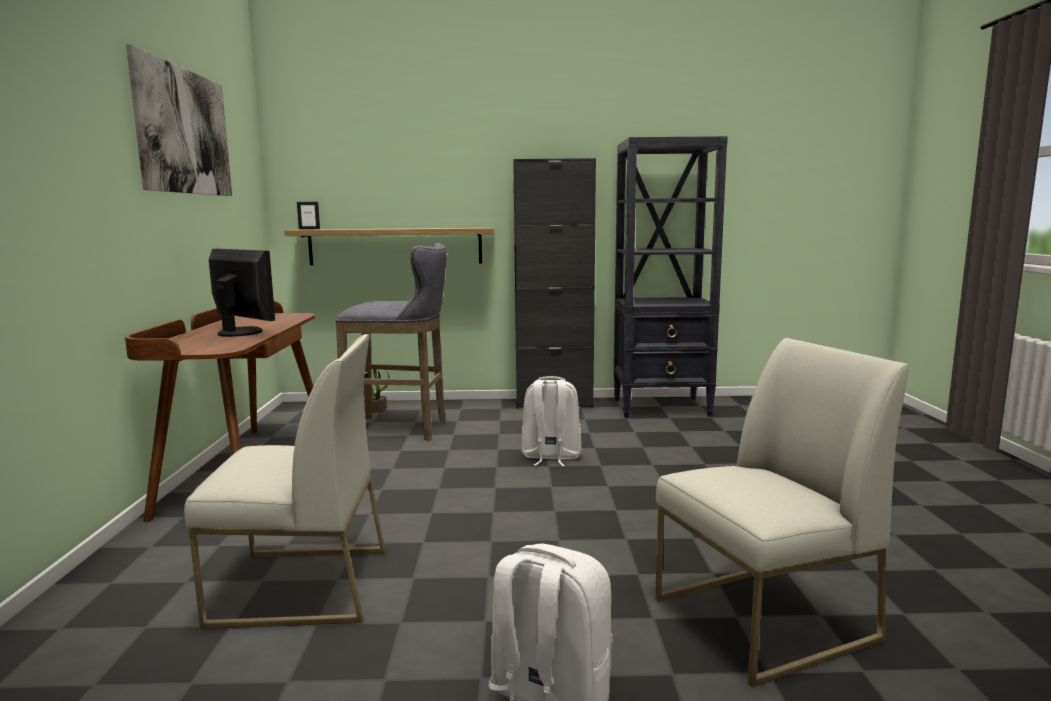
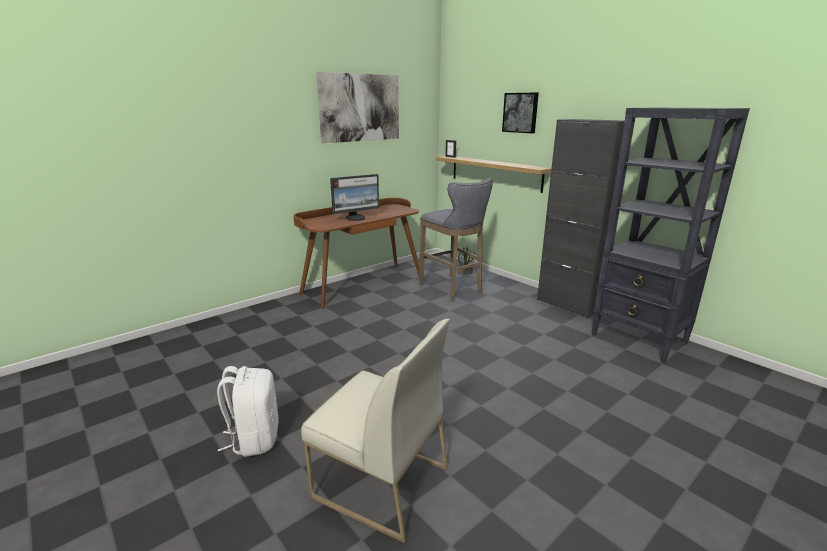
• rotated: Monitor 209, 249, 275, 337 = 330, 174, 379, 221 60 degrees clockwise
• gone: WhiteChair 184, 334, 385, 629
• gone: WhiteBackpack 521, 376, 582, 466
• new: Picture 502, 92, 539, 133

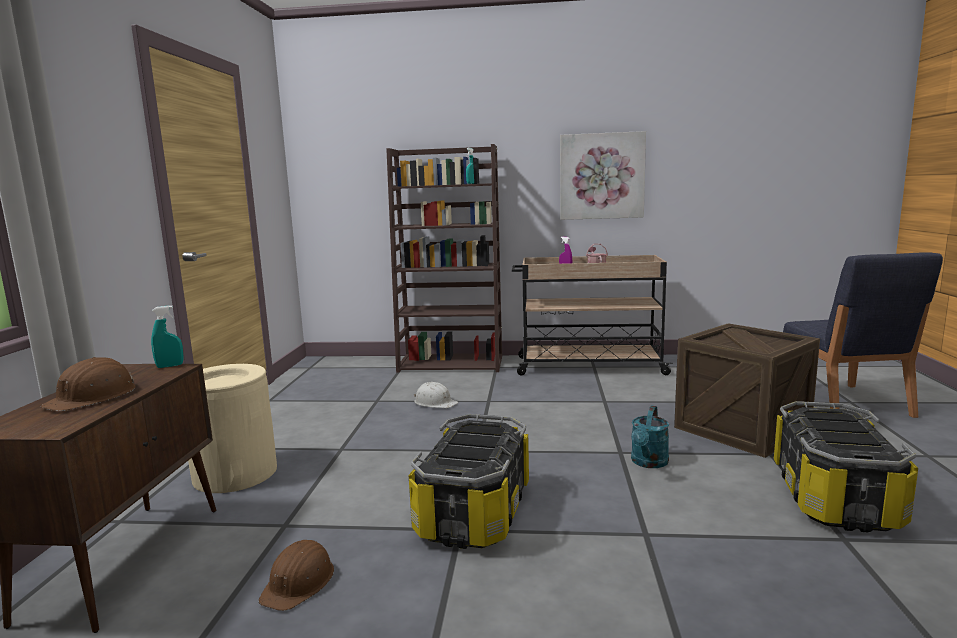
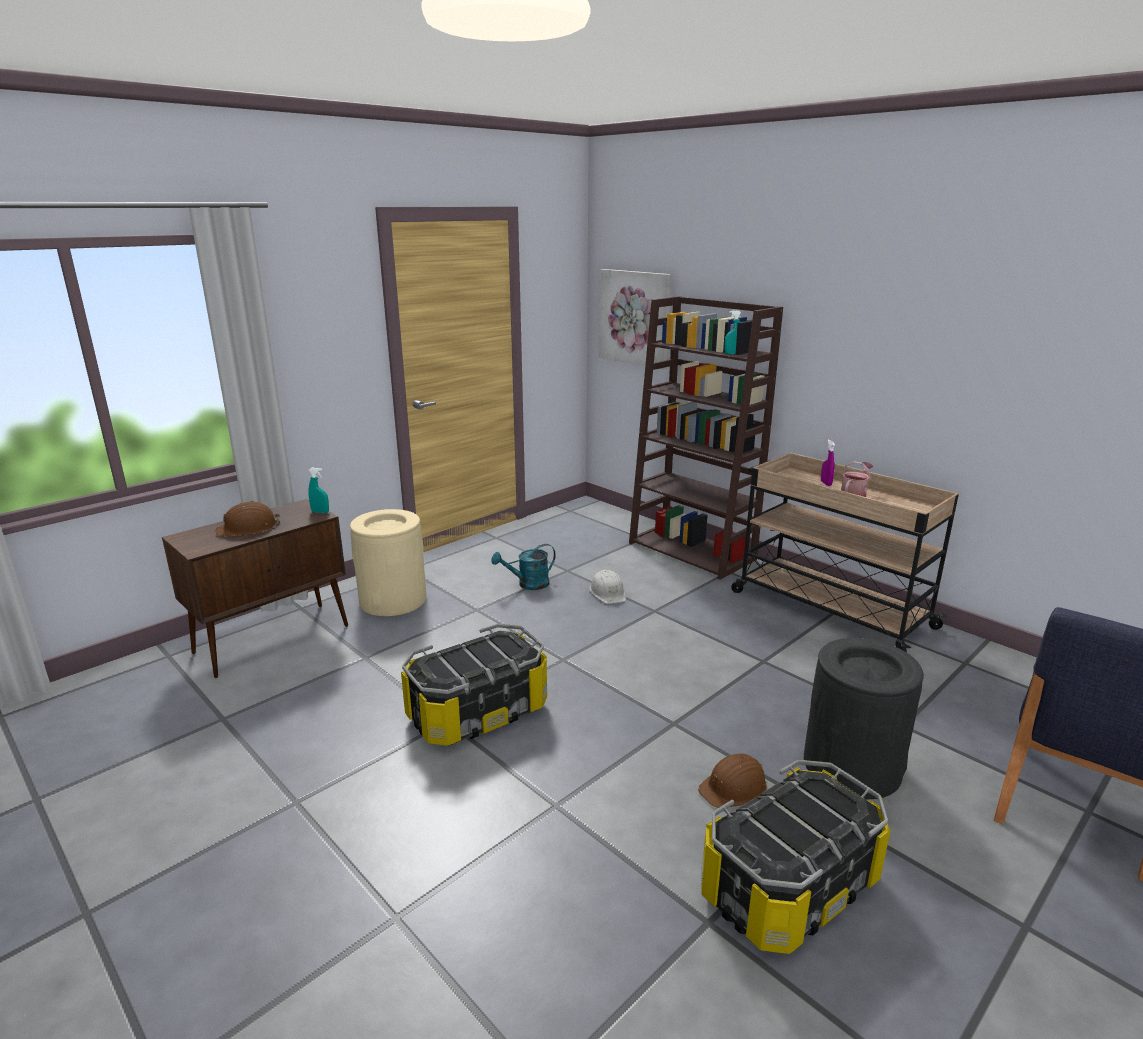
• shifted: Picture 560, 131, 646, 220 to 599, 269, 672, 369
• swapped: Crate 674, 323, 820, 458 to BlackTrashCan 804, 638, 924, 799
• shifted: TurquoiseWateringCan 631, 406, 669, 468 to 491, 544, 556, 590
• shifted: BrownHardHat 259, 540, 334, 611 to 698, 753, 767, 808

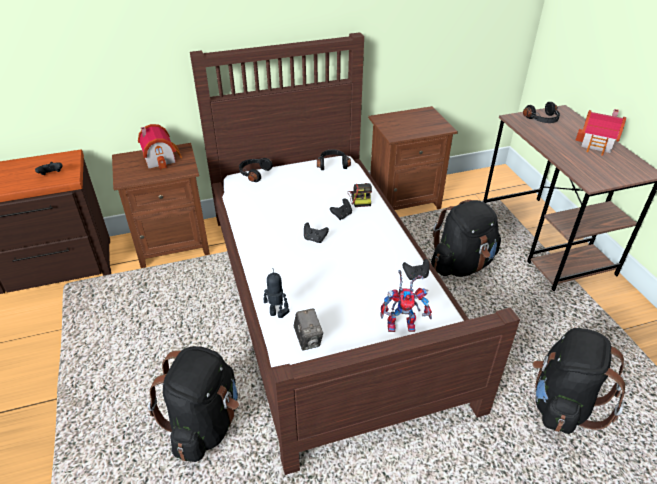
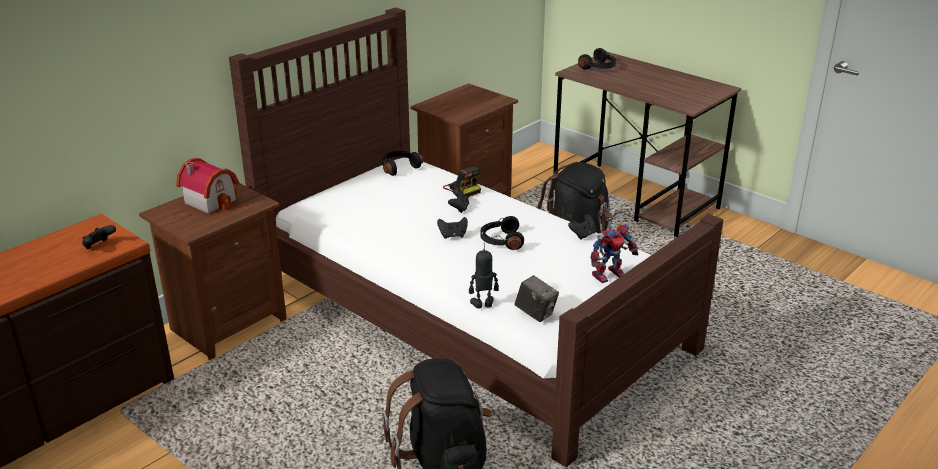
• gone: ToyHouse 575, 109, 626, 155
• shifted: BlackHeadphones 239, 158, 273, 182 to 480, 216, 524, 250
• gone: BlackBackpack 533, 328, 625, 434

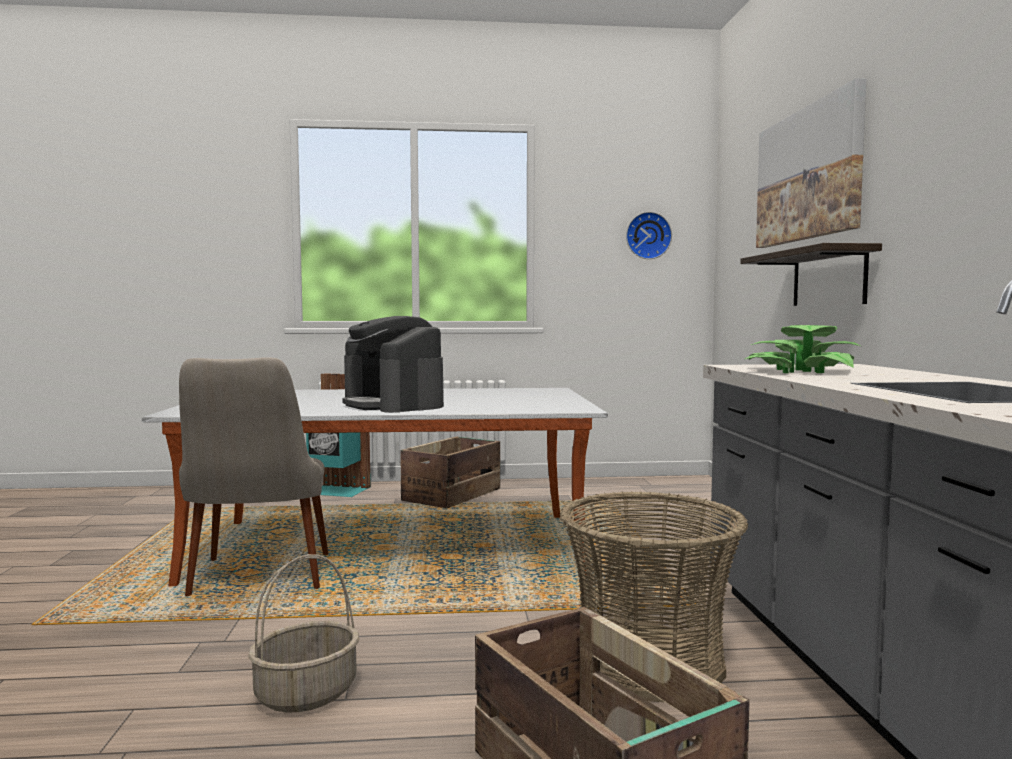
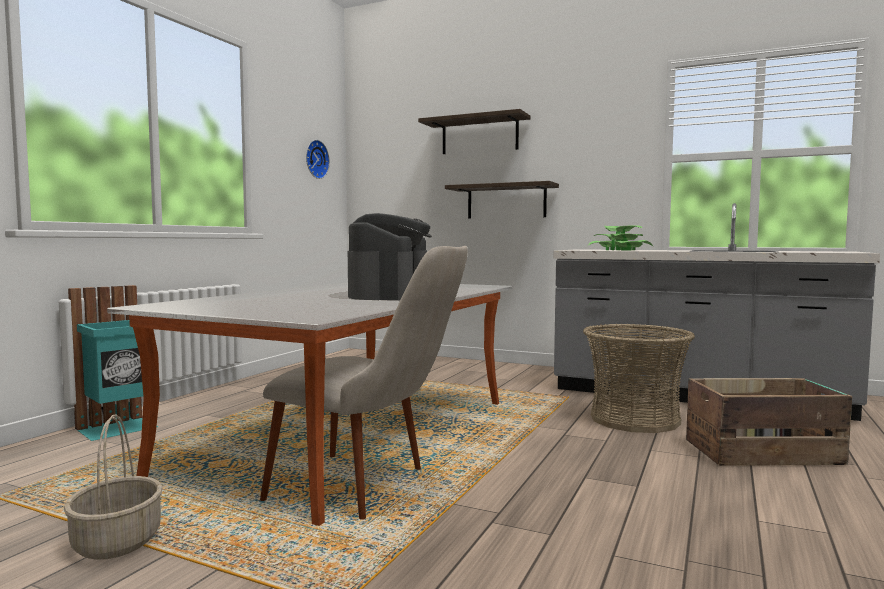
• swapped: Picture 756, 78, 866, 248 to Shelf 418, 109, 531, 154
• rotated: CoffeeMachine 342, 316, 444, 412 = 348, 213, 432, 300 75 degrees counterclockwise
• gone: Crate 400, 437, 500, 508
• shifted: Basket 248, 554, 359, 712 to 64, 415, 163, 560

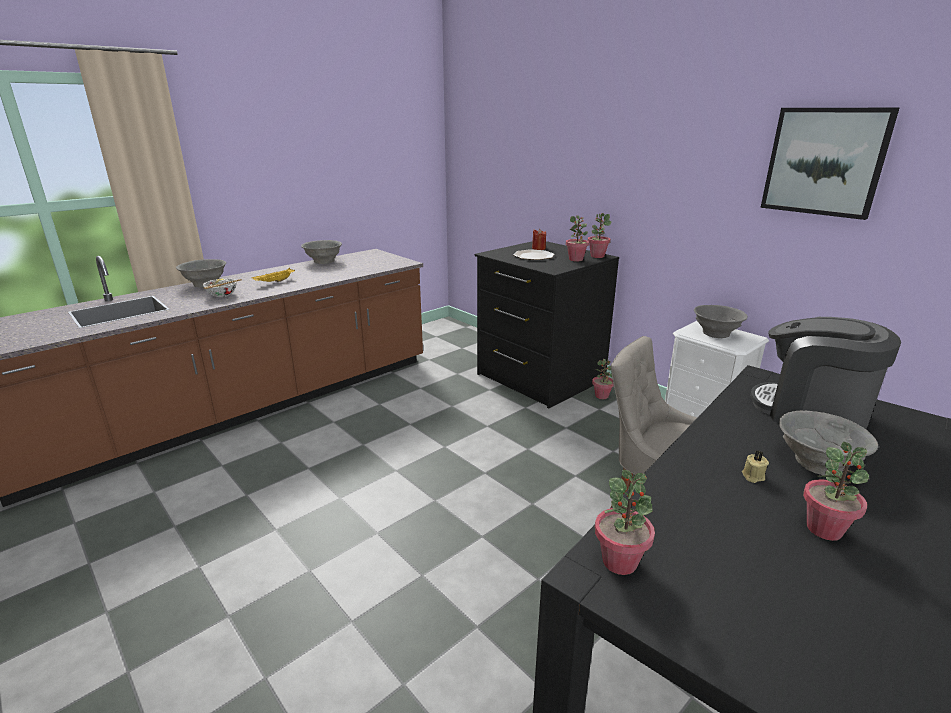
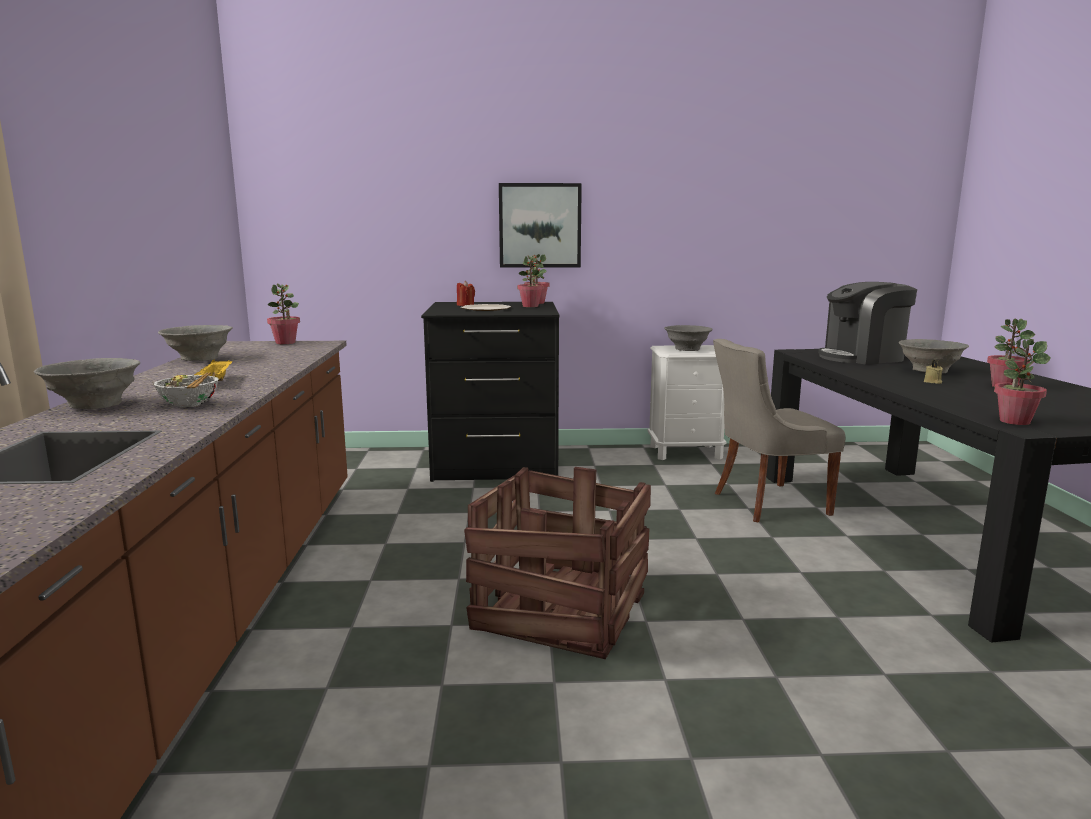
• shifted: Picture 760, 108, 899, 220 to 499, 183, 582, 268
• shifted: PottedPlant 592, 359, 614, 399 to 267, 284, 300, 344
• new: Crate 464, 467, 651, 659

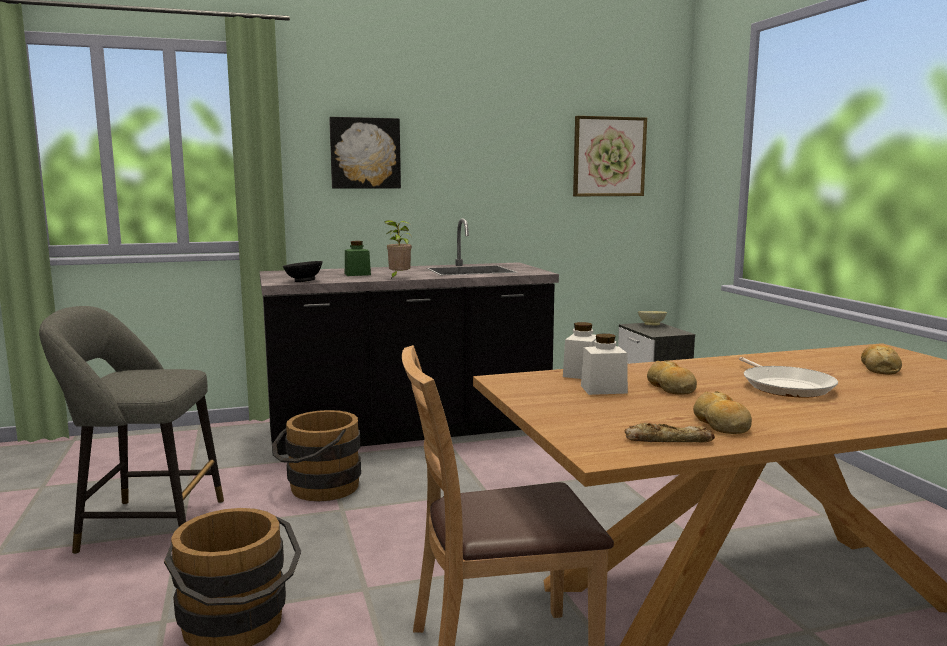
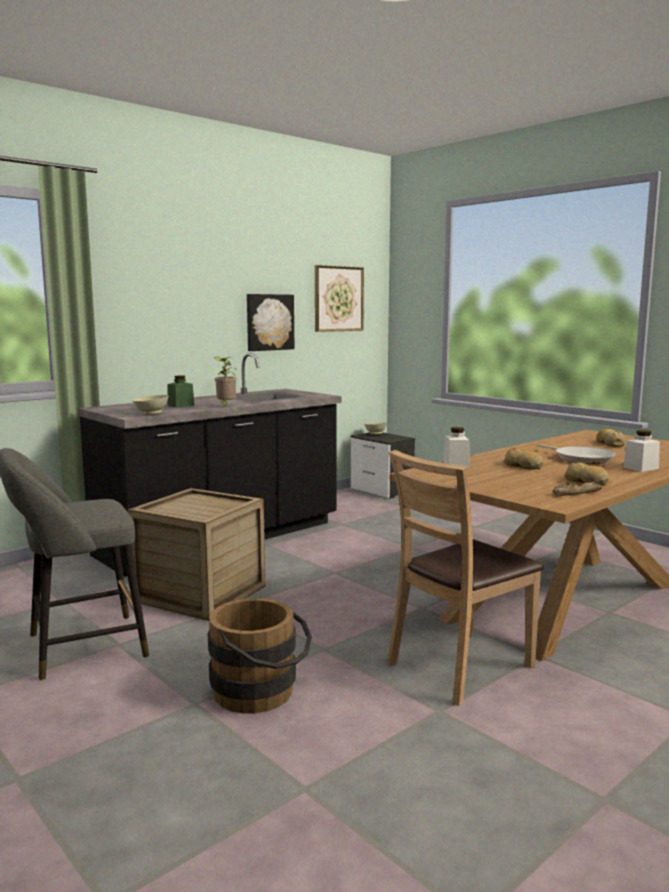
• shifted: Picture 329, 117, 401, 189 to 247, 294, 294, 351
• repainted: BlackBowl 283, 261, 323, 282 to BeigeBowl 132, 395, 169, 415
• shifted: WhiteJar 581, 333, 628, 395 to 623, 430, 660, 472
• swapped: BrownBucket 272, 410, 361, 501 to Crate 127, 488, 265, 621

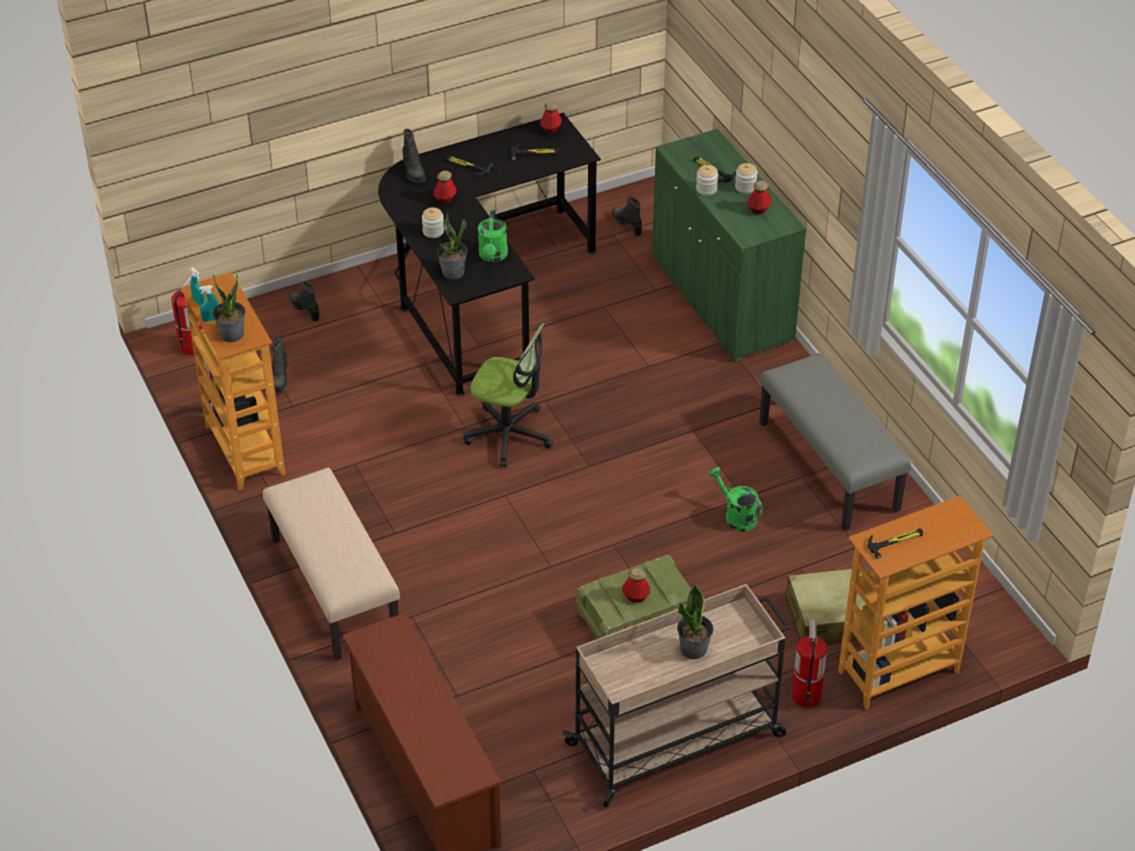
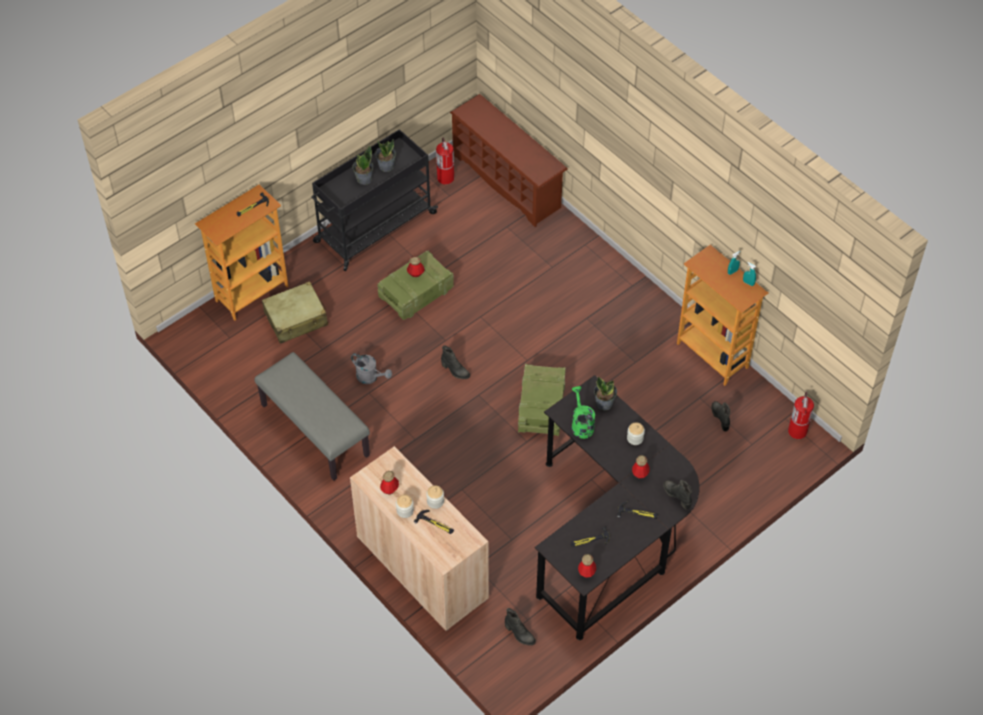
• repainted: GreenCabinet 652, 129, 806, 361 to BeigeCabinet 350, 446, 489, 631
• shifted: PottedPlant 212, 274, 246, 342 to 375, 139, 396, 172
• shifted: BlackBoot 289, 281, 319, 321 to 441, 345, 470, 379
• swapped: OfficeChair 463, 323, 553, 468 to Crate 518, 364, 566, 436
• repainted: GreenWateringCan 709, 467, 763, 532 to GreyWateringCan 351, 353, 392, 384
• gone: BeigeBench 263, 468, 400, 660
• repainted: BeigeCart 562, 584, 790, 807 to BlackCart 311, 129, 438, 271
• shifted: FireExtinguisher 791, 620, 827, 707 to 436, 138, 454, 184

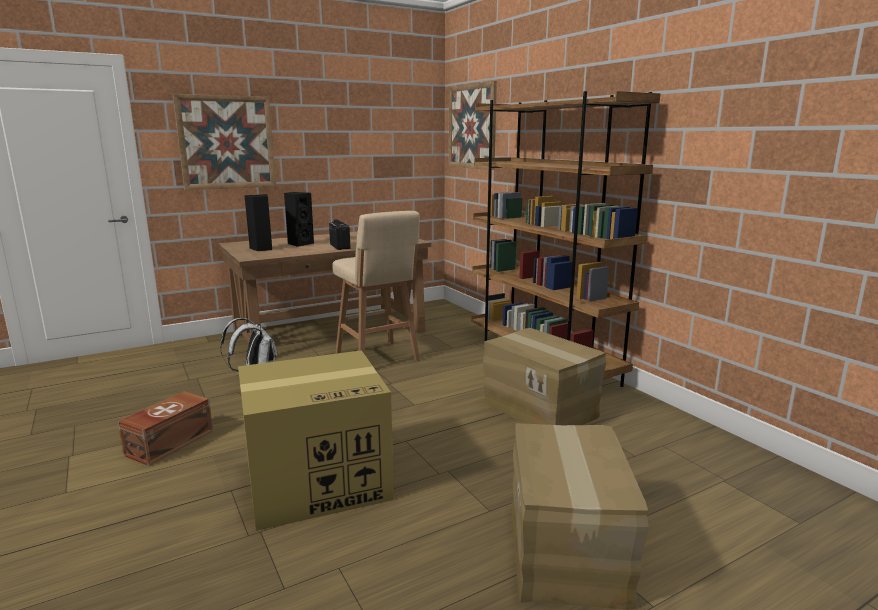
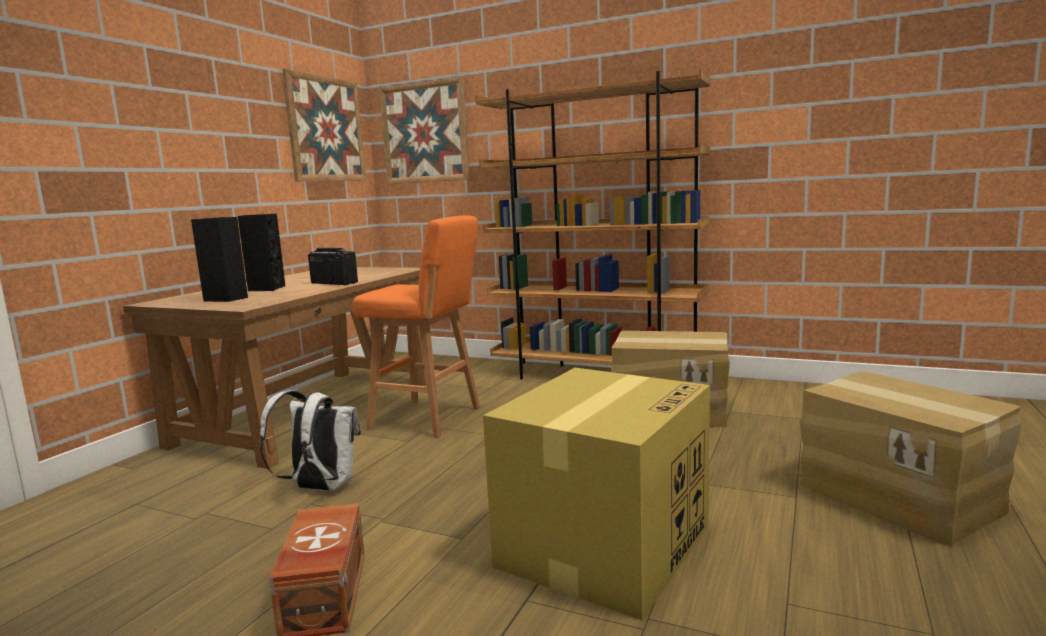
• shifted: Picture 172, 94, 276, 190 to 282, 69, 366, 182
• repainted: BeigeStool 332, 211, 420, 361 to OrangeStool 353, 215, 480, 438

